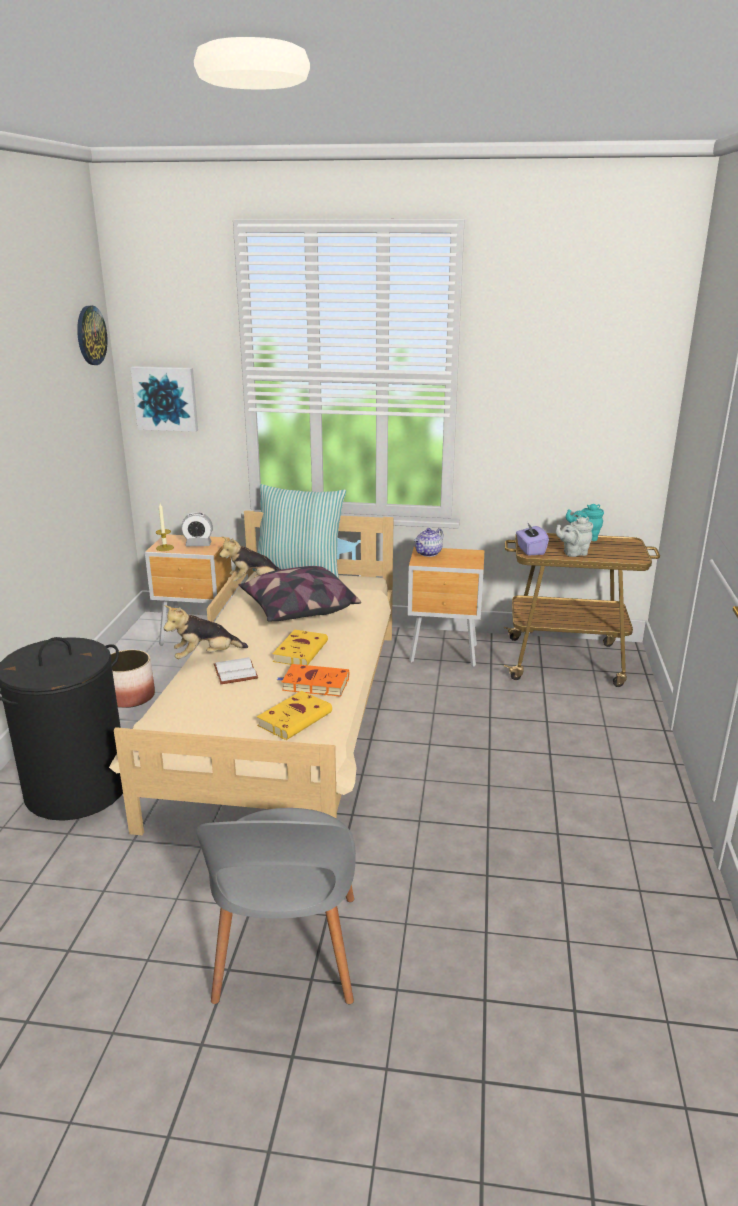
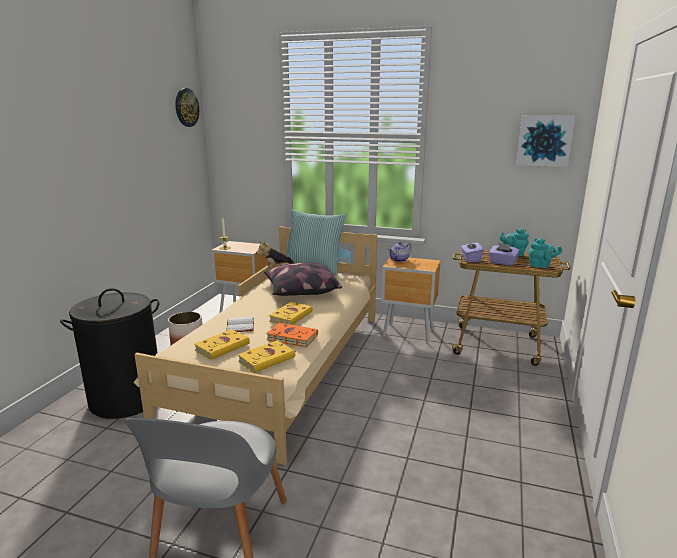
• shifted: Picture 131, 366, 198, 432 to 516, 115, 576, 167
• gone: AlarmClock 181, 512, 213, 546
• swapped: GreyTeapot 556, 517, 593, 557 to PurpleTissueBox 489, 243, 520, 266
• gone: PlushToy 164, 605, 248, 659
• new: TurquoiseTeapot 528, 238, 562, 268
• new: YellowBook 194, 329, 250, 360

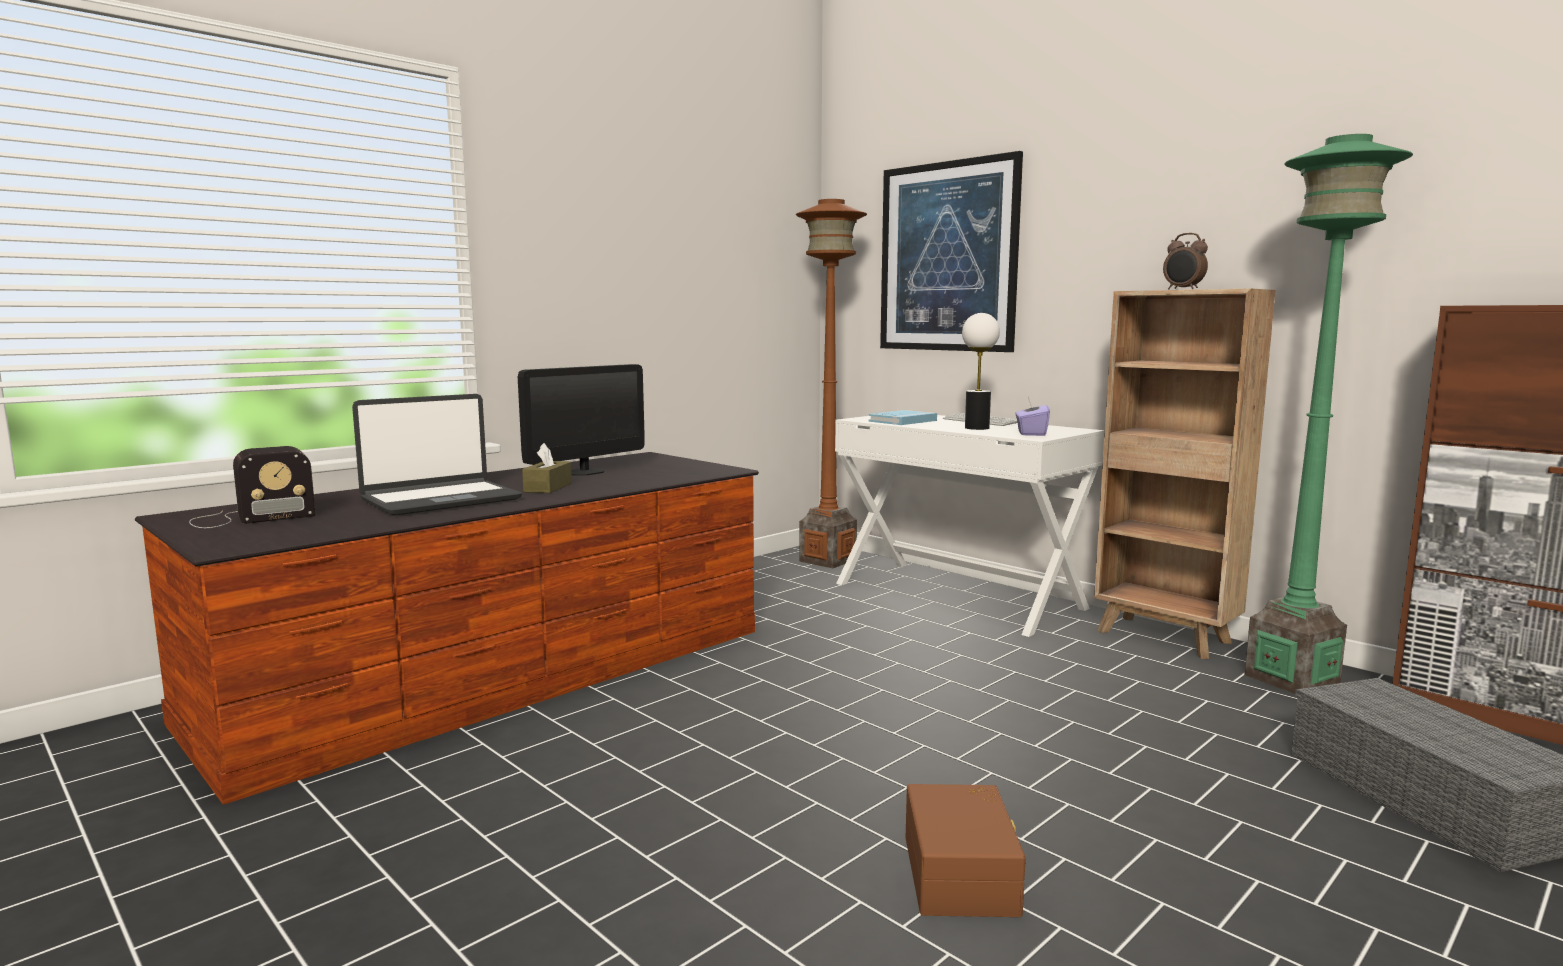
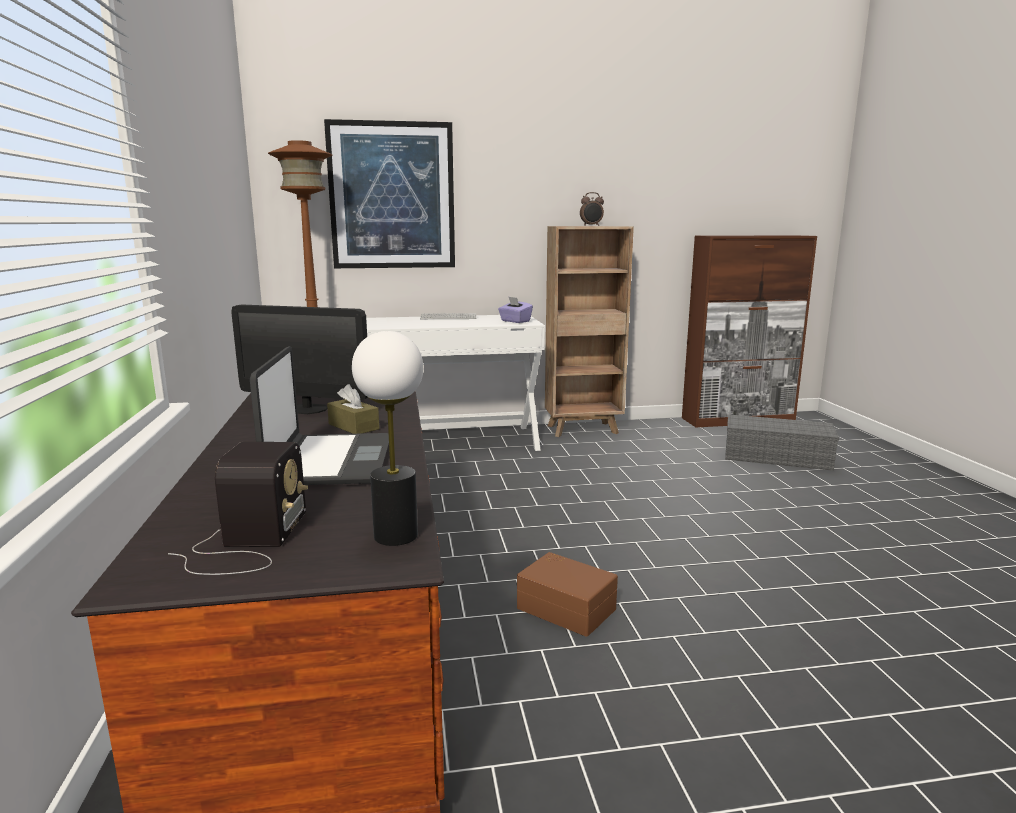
• gone: GreenFloorLamp 1245, 134, 1413, 694
• shifted: TableLamp 962, 313, 1000, 430 to 352, 331, 423, 546
• rotated: Monitor 518, 364, 645, 476 = 231, 305, 368, 414 120 degrees clockwise
• gone: BlueBook 868, 410, 937, 425
• shifted: BrownStorageBox 906, 784, 1026, 917 to 517, 552, 618, 637

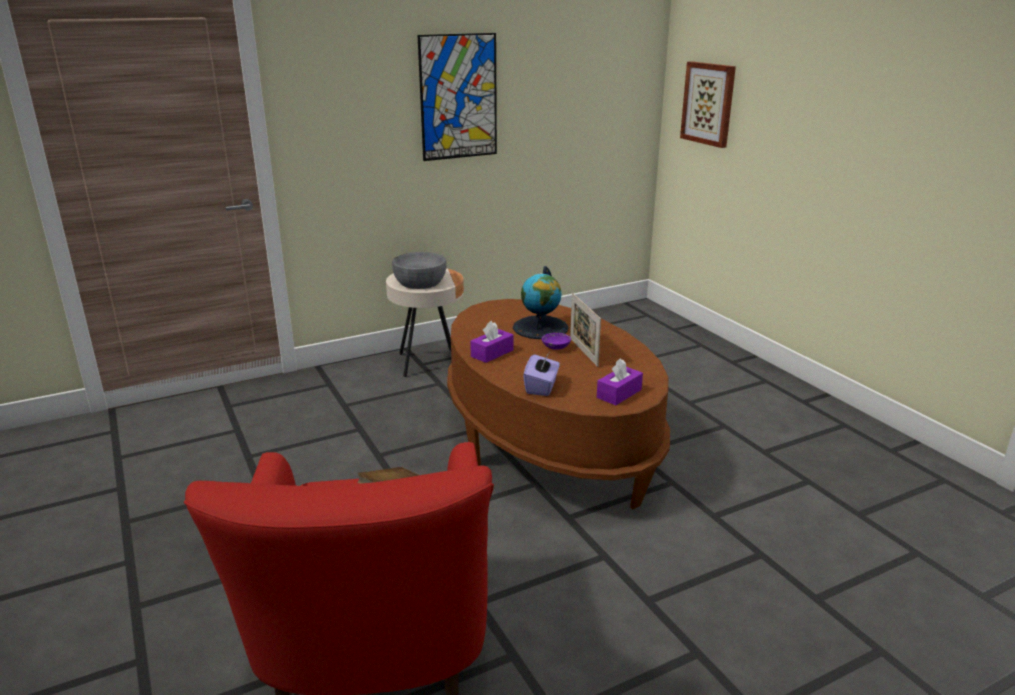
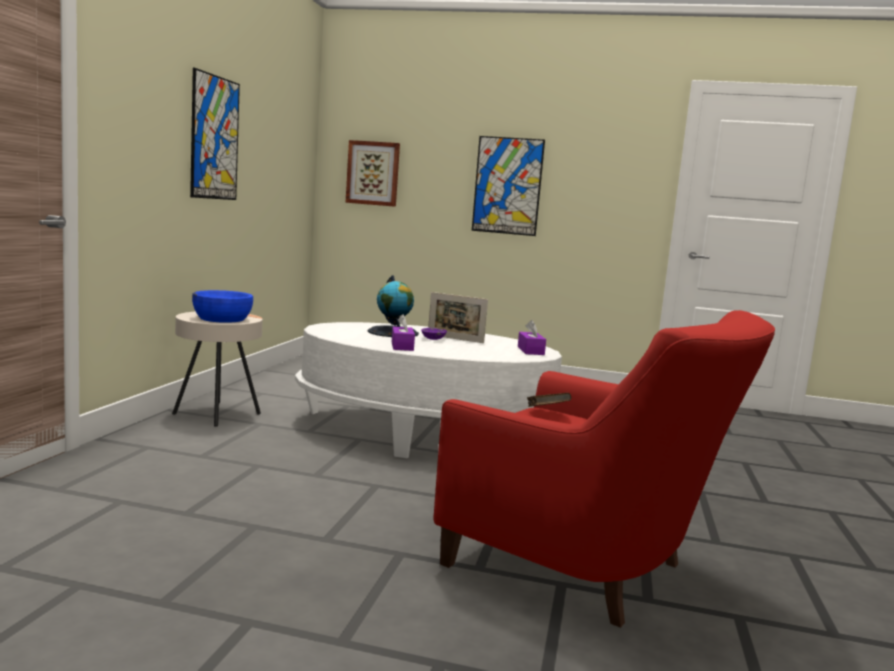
• repainted: GreyBowl 392, 252, 447, 289 to BlueBowl 192, 290, 253, 323
• repainted: BrownCoffeeTable 447, 299, 670, 510 to WhiteCoffeeTable 295, 322, 562, 458
• gone: PurpleTissueBox 523, 353, 560, 396
• new: Picture 472, 136, 545, 236

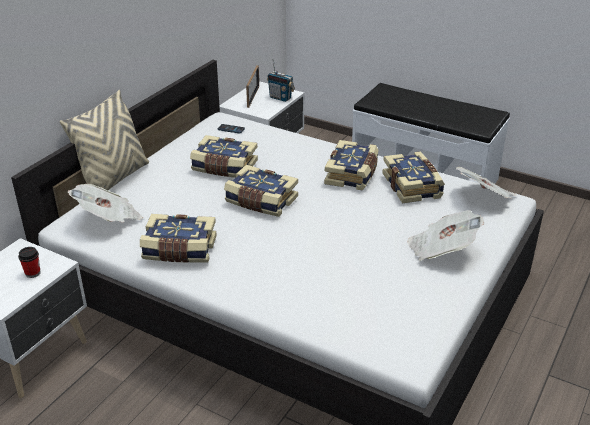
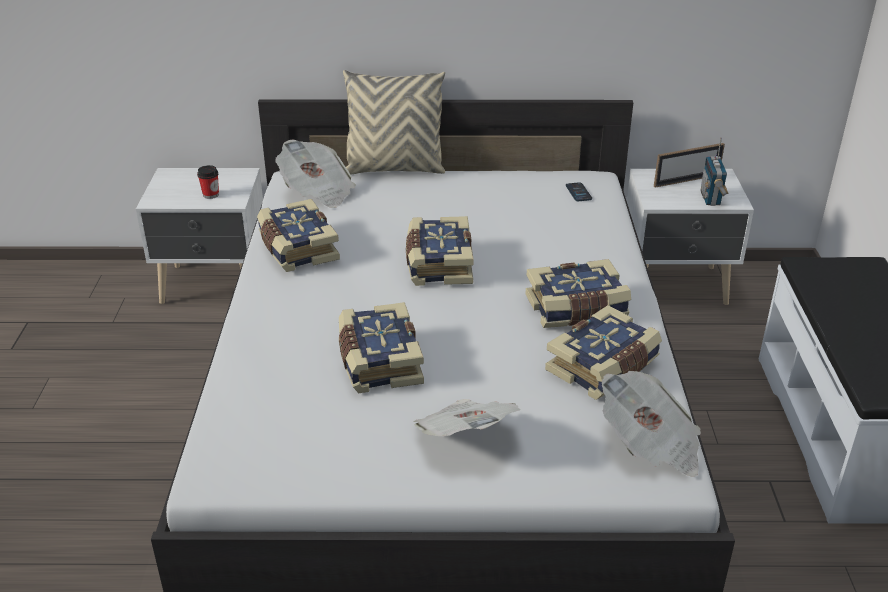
• shifted: Book 190, 135, 258, 178 to 339, 302, 424, 393

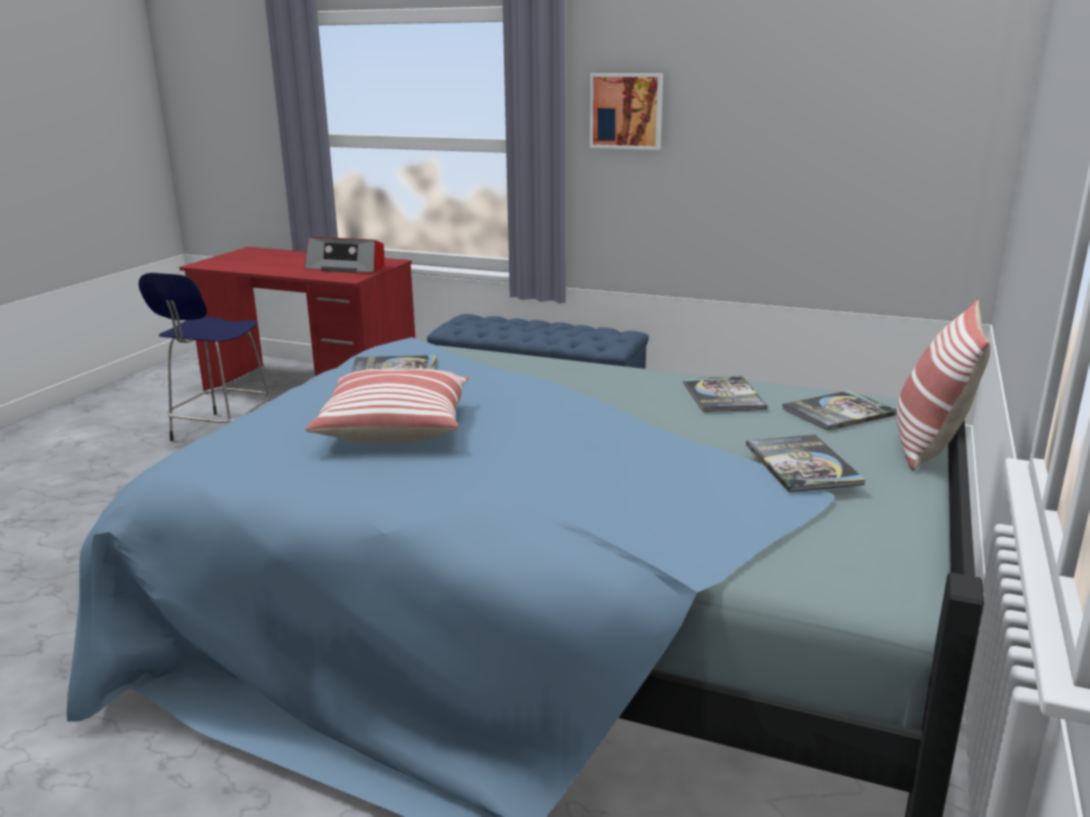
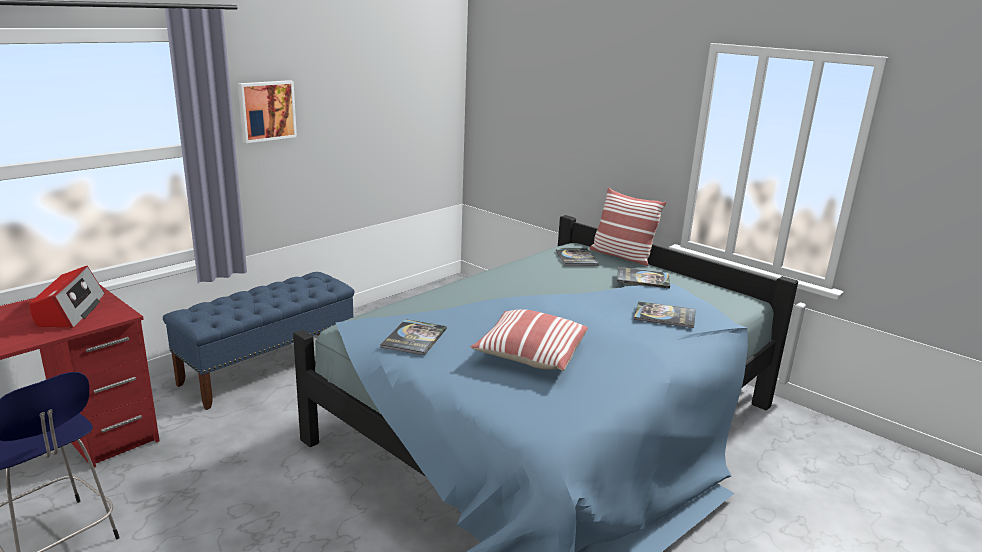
• rotated: Radio 304, 237, 384, 273 = 29, 266, 105, 328 45 degrees counterclockwise
• shifted: Book 683, 376, 768, 412 to 634, 301, 696, 328

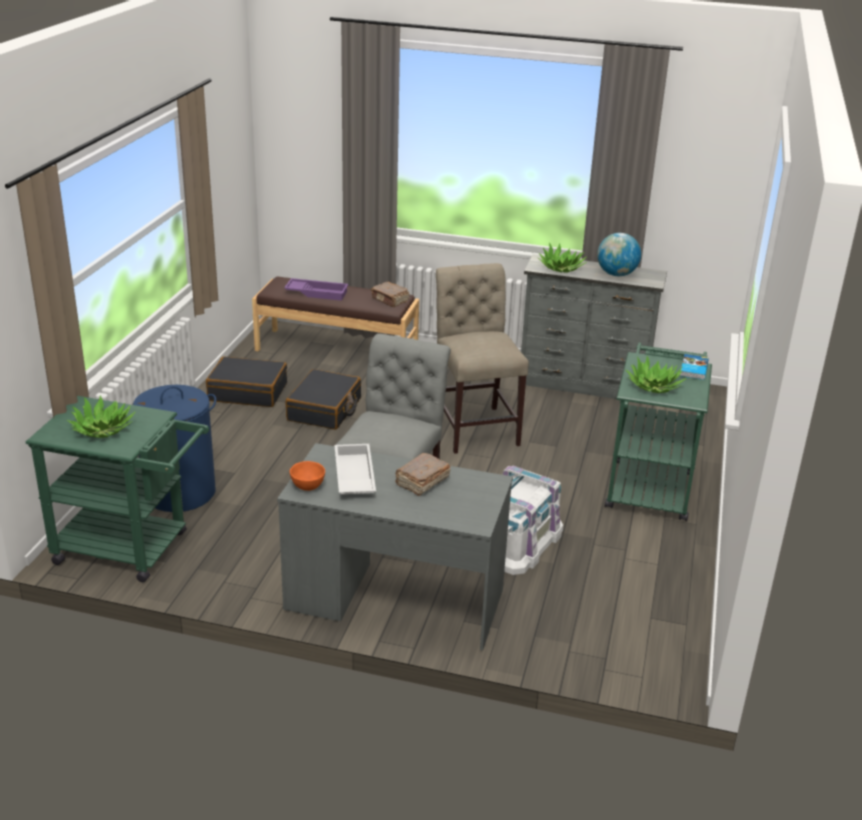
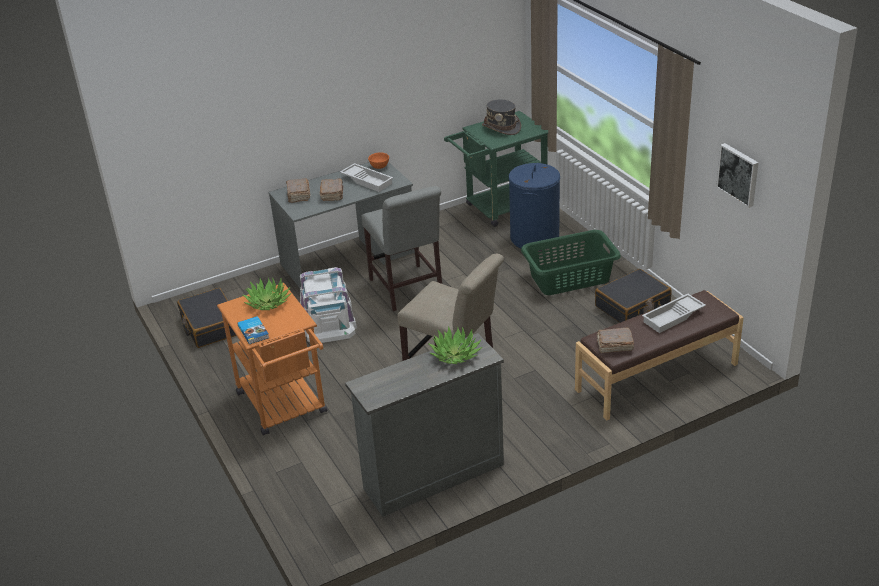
• gone: Globe 597, 233, 641, 276
• repainted: PurpleTray 284, 278, 348, 301 to WhiteTray 642, 294, 706, 333
• repainted: GreenCart 605, 342, 712, 521 to OrangeCart 217, 283, 327, 436
• shifted: BlackSuitcase 286, 369, 361, 430 to 177, 288, 237, 348
• swapped: PottedPlant 67, 395, 135, 438 to GreyHat 482, 100, 521, 135
• new: Picture 716, 143, 759, 208
• new: BrownBook 286, 178, 311, 203
• new: GreenLaundryBasket 521, 230, 621, 295

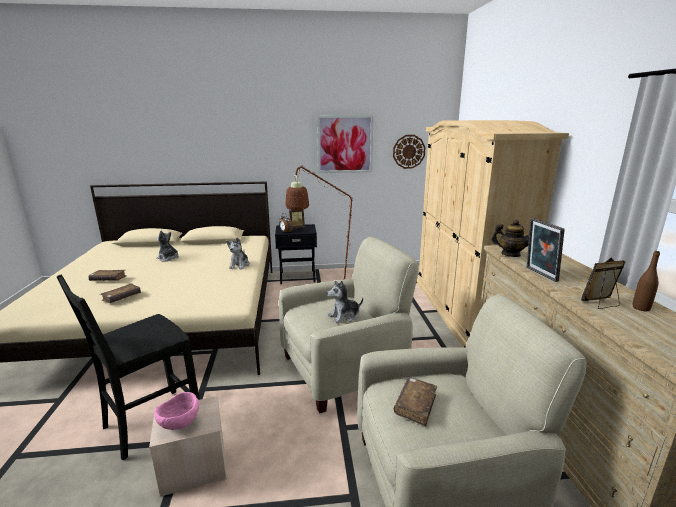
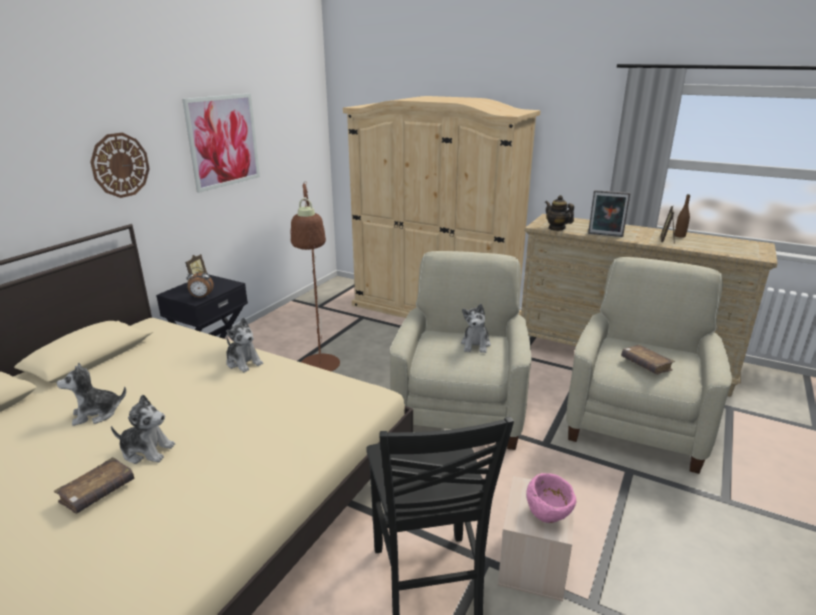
• shifted: WallClock 393, 135, 426, 169 to 91, 133, 150, 198
• rotated: Teapot 491, 220, 529, 257 = 545, 195, 574, 231 105 degrees counterclockwise
• gone: BrownBook 100, 283, 141, 303
• new: PlushToy 111, 395, 175, 464

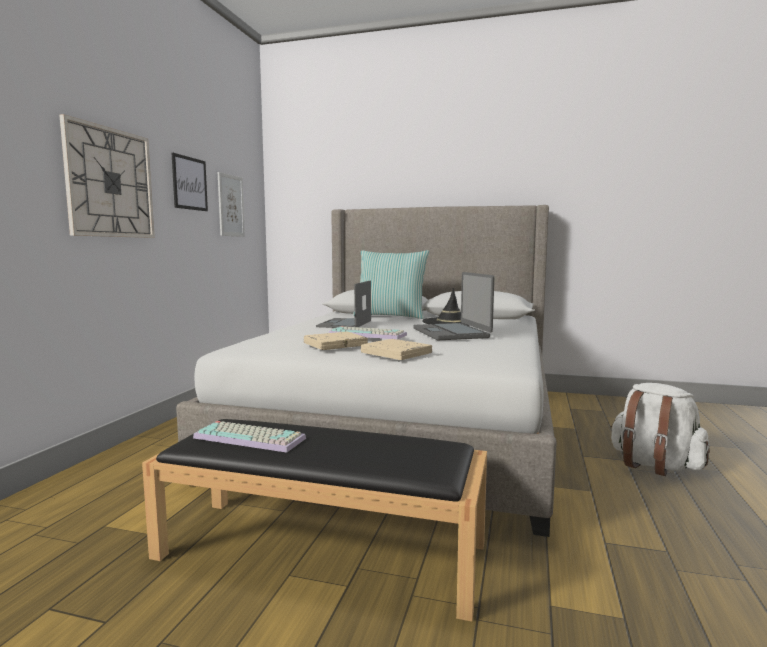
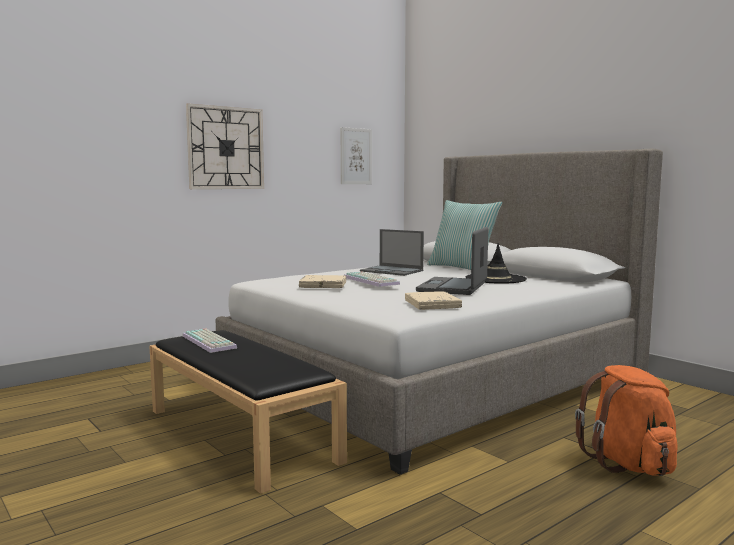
• gone: Picture 172, 153, 208, 211
• rotated: Laptop 316, 281, 371, 328 = 360, 229, 424, 276 105 degrees counterclockwise
• shifted: BeigeBook 361, 339, 432, 360 to 405, 291, 462, 310
• repainted: WhiteBackpack 611, 383, 710, 476 to OrangeBackpack 575, 365, 677, 476

